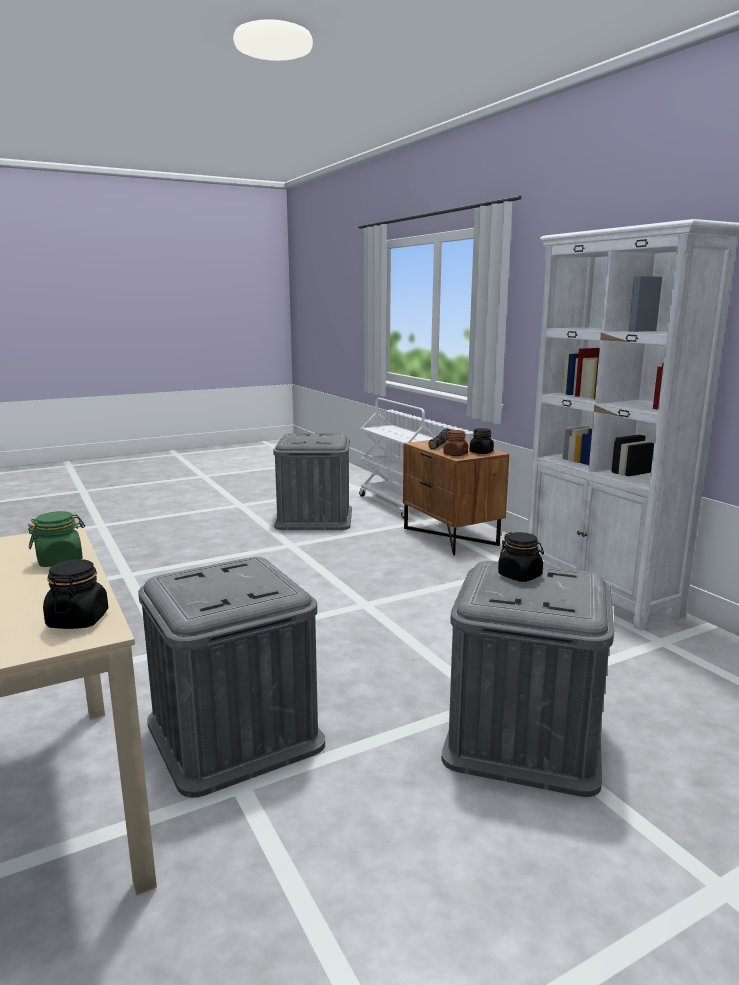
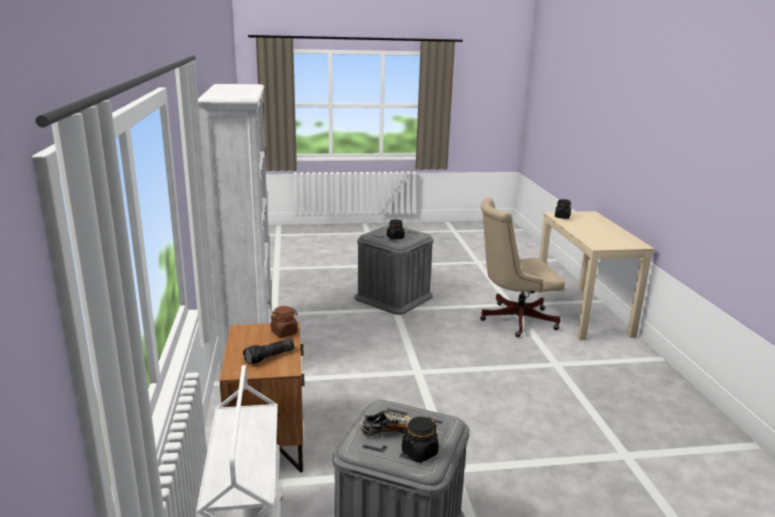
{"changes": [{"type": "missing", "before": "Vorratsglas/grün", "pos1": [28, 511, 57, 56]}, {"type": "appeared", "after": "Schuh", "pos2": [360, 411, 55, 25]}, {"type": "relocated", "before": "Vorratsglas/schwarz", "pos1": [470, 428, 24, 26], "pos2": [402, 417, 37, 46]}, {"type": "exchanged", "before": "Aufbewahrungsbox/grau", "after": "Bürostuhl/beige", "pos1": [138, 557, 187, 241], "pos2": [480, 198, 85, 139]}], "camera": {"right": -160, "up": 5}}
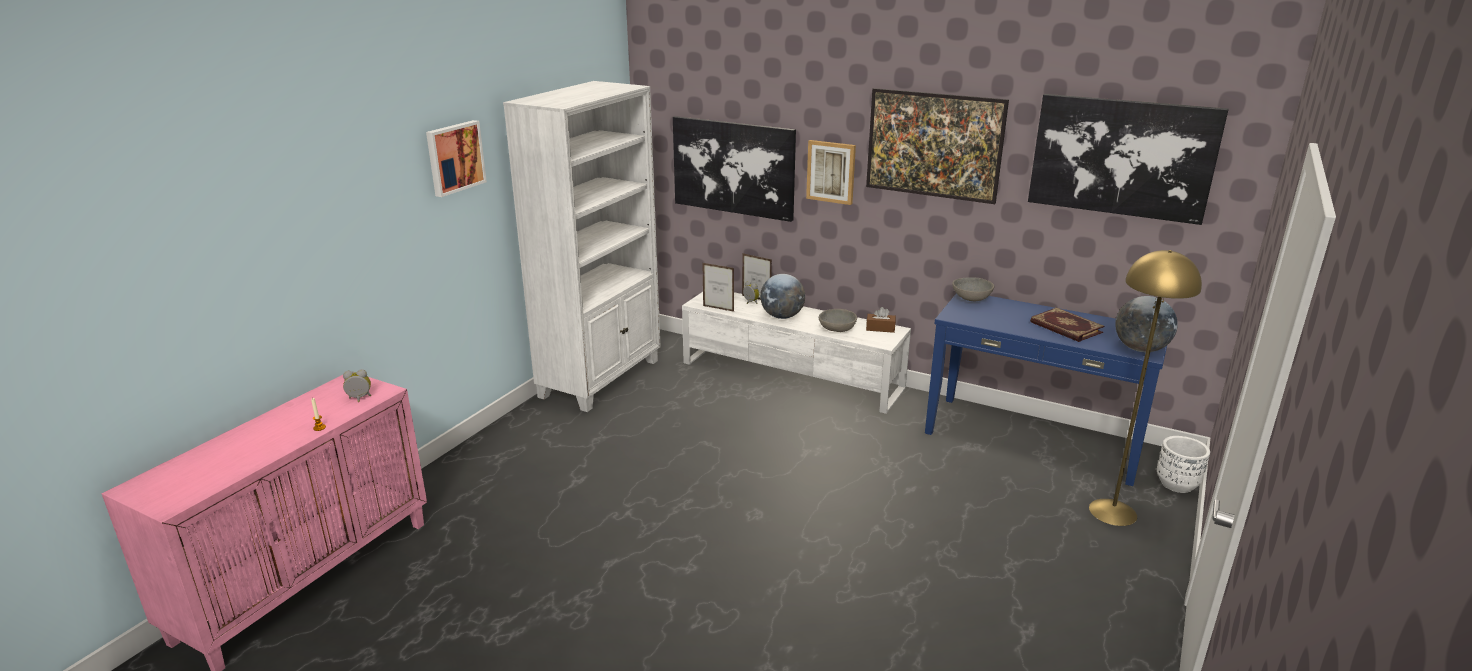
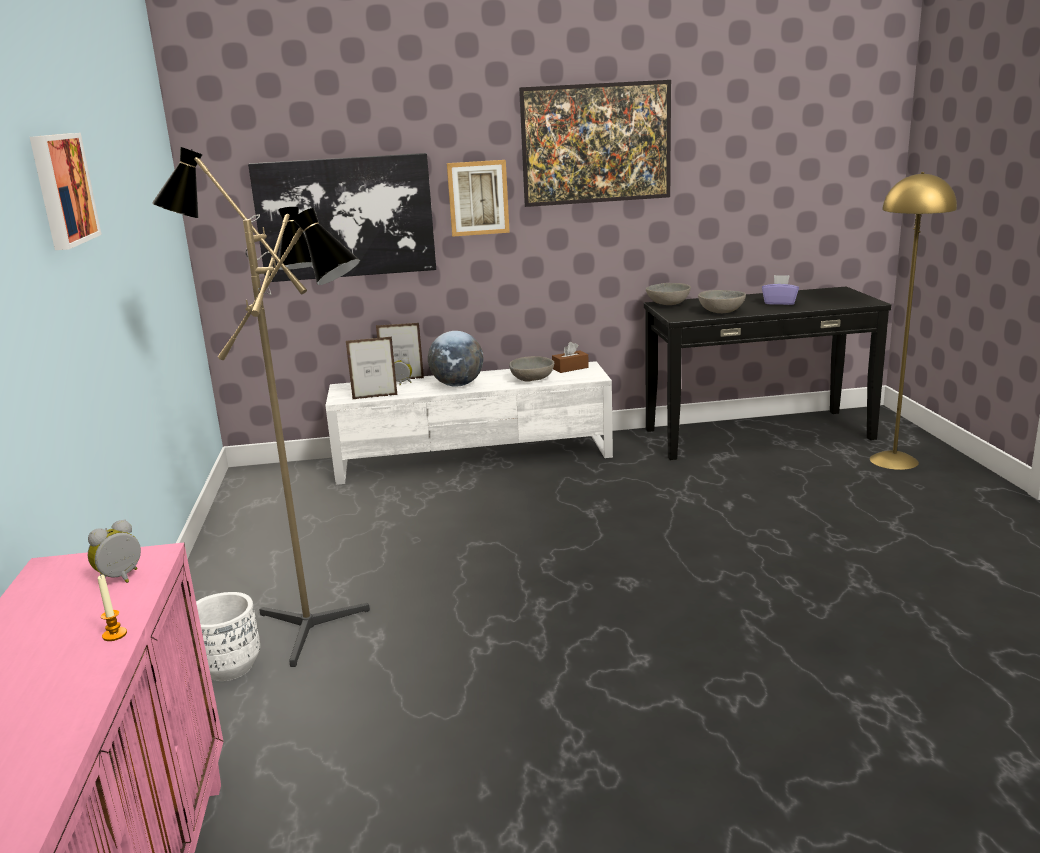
{"changes": [{"type": "missing", "before": "Bücherregal/weiß", "pos1": [503, 81, 158, 331]}, {"type": "missing", "before": "Bild", "pos1": [1028, 94, 200, 131]}, {"type": "missing", "before": "Globus", "pos1": [1115, 296, 63, 56]}, {"type": "appeared", "after": "Stehlampe", "pos2": [152, 147, 218, 520]}, {"type": "appeared", "after": "Schüssel/grau", "pos2": [698, 290, 48, 23]}, {"type": "relocated", "before": "Pflanzkübel/weiß", "pos1": [1157, 436, 53, 57], "pos2": [196, 592, 64, 89]}, {"type": "exchanged", "before": "Buch", "after": "Taschentuchbox/lila", "pos1": [1030, 307, 74, 35], "pos2": [762, 275, 37, 30]}, {"type": "colour", "before": "Konsolentisch/blau", "after": "Konsolentisch/schwarz", "pos1": [925, 293, 242, 193], "pos2": [644, 287, 247, 173]}], "camera": {"right": -35, "up": -5}}
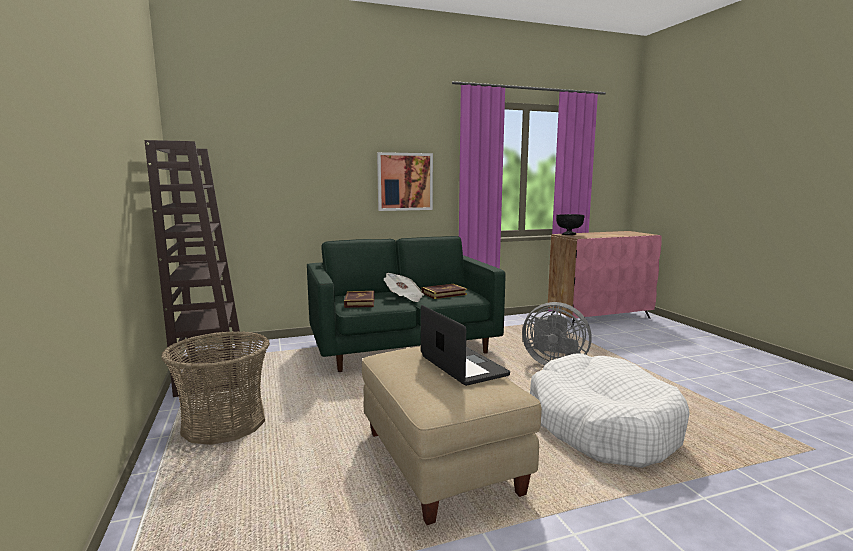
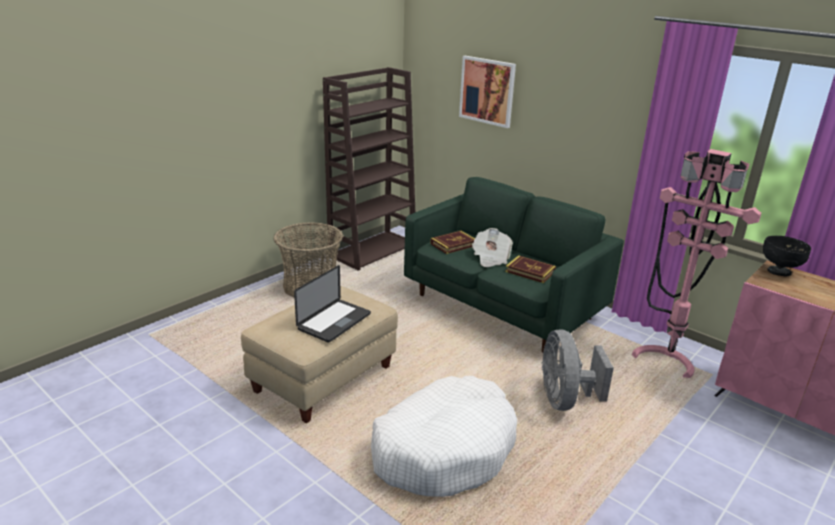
{"changes": [{"type": "appeared", "after": "Stehlampe/rosa", "pos2": [632, 149, 129, 229]}, {"type": "relocated", "before": "Bild", "pos1": [377, 152, 56, 59], "pos2": [459, 56, 57, 72]}], "camera": {"right": 60, "up": 15}}
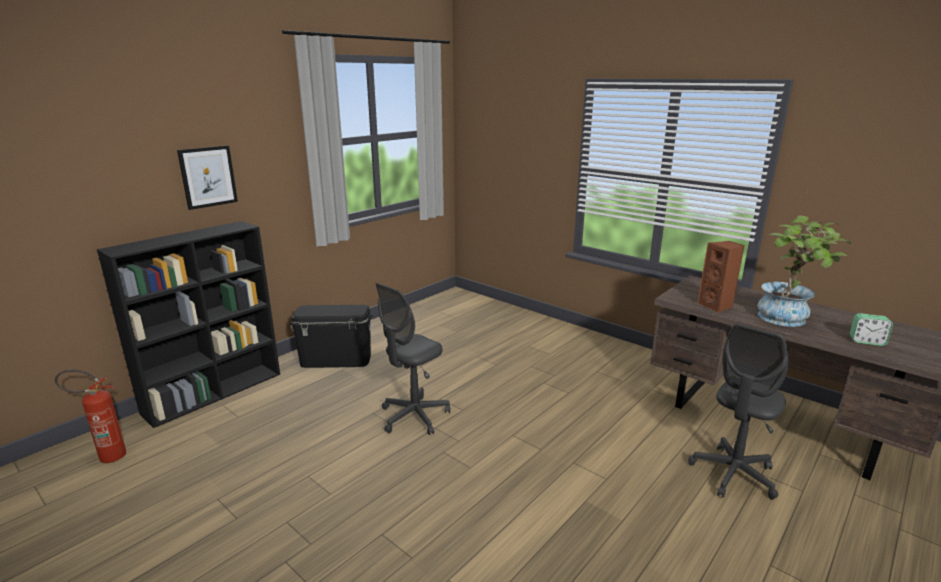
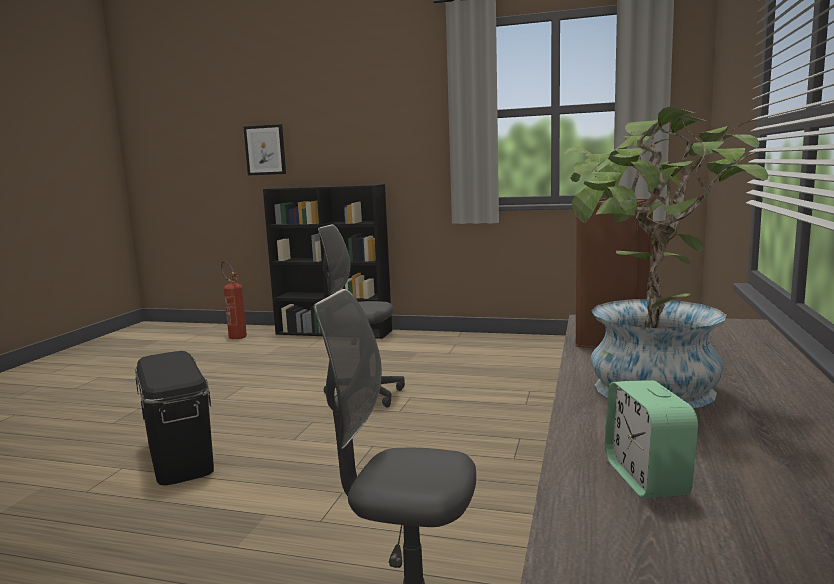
{"changes": [{"type": "relocated", "before": "Bild", "pos1": [177, 145, 61, 65], "pos2": [244, 124, 42, 51]}, {"type": "relocated", "before": "Aufbewahrungsbox/schwarz", "pos1": [290, 305, 83, 63], "pos2": [135, 351, 79, 135]}], "camera": {"right": 65, "up": -10}}
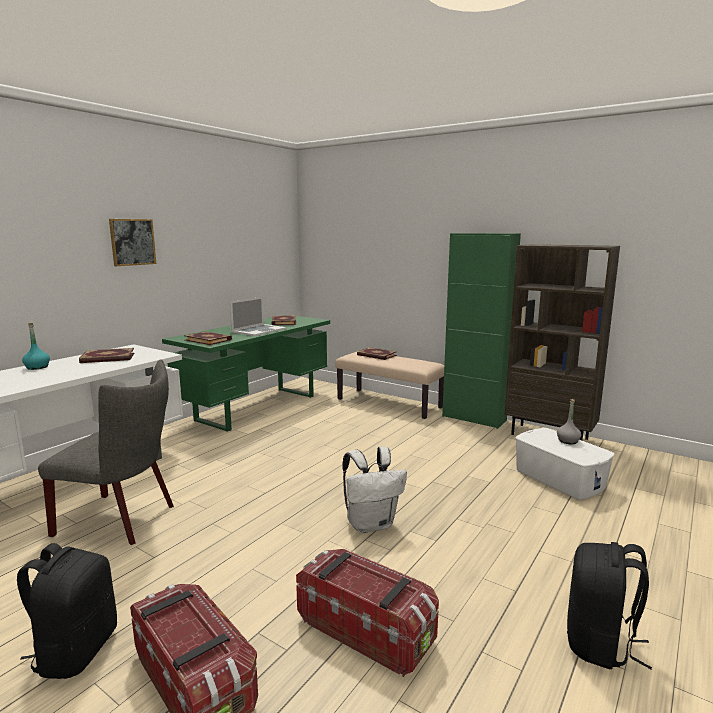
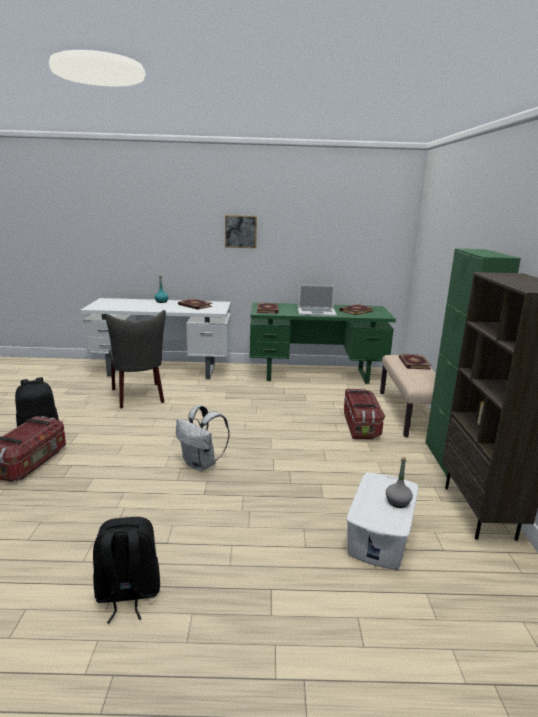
{"changes": [{"type": "relocated", "before": "Aufbewahrungsbox", "pos1": [296, 549, 143, 128], "pos2": [344, 388, 41, 51]}], "camera": {"right": 55, "up": 5}}
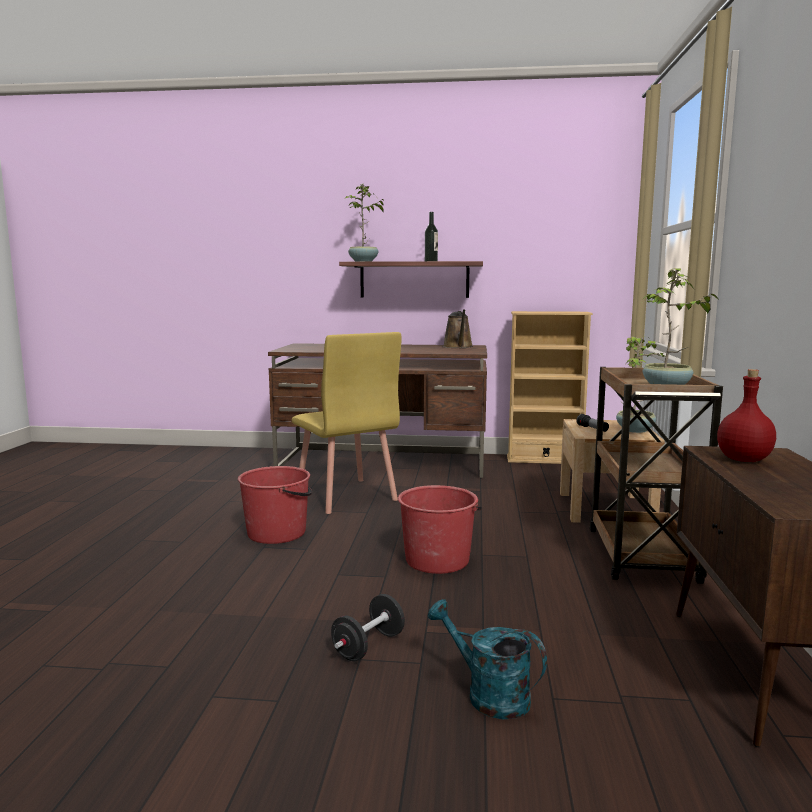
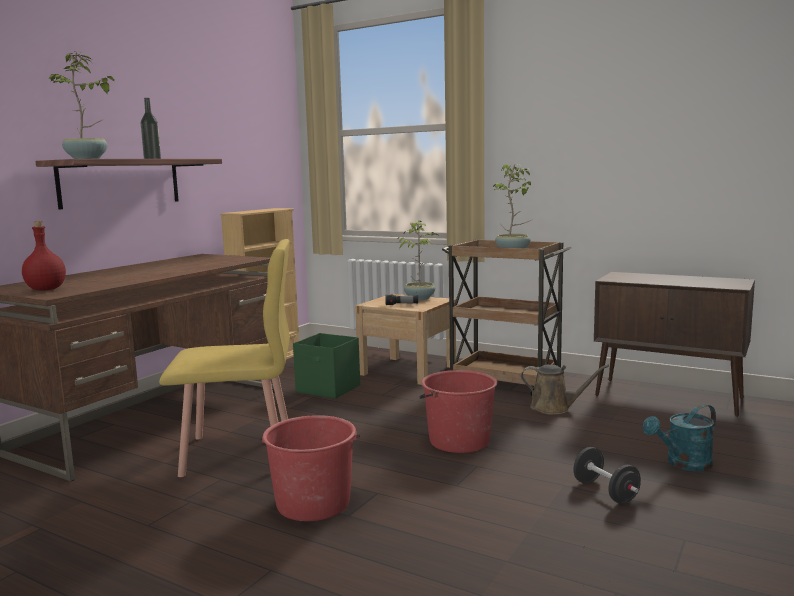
{"changes": [{"type": "appeared", "after": "Aufbewahrungsbox/grün", "pos2": [293, 333, 67, 66]}, {"type": "relocated", "before": "Gießkanne/braun", "pos1": [443, 309, 30, 39], "pos2": [521, 365, 88, 50]}, {"type": "relocated", "before": "Flasche/rot", "pos1": [717, 369, 59, 93], "pos2": [22, 221, 44, 70]}], "camera": {"right": -65, "up": 0}}
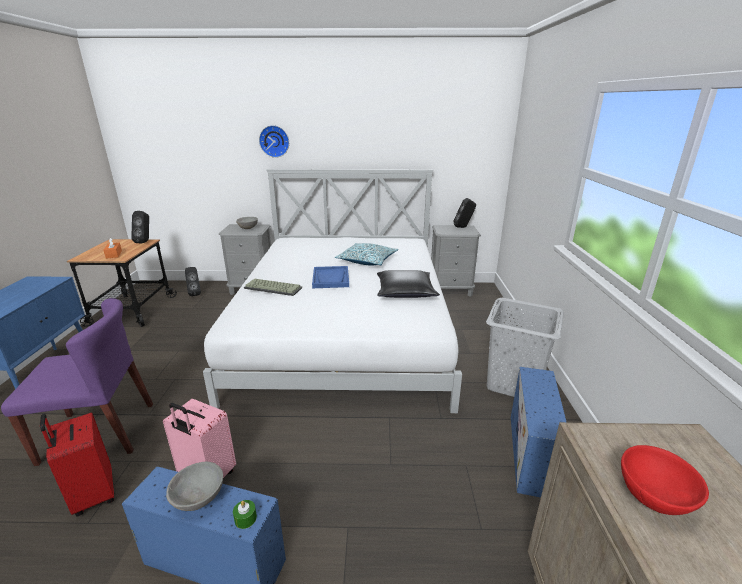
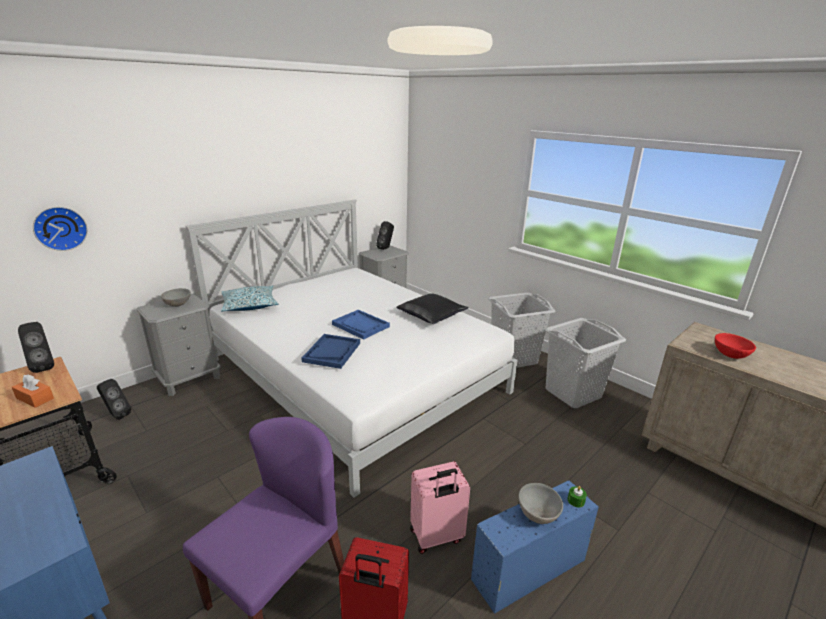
{"changes": [{"type": "relocated", "before": "Wanduhr", "pos1": [259, 125, 30, 33], "pos2": [33, 207, 55, 44]}, {"type": "relocated", "before": "Kissen", "pos1": [335, 243, 64, 22], "pos2": [221, 285, 57, 27]}, {"type": "exchanged", "before": "Tastatur", "after": "Tablett/blau", "pos1": [244, 279, 58, 17], "pos2": [301, 334, 59, 35]}, {"type": "exchanged", "before": "Aufbewahrungsbox/blau", "after": "Wäschekorb/grau", "pos1": [511, 367, 56, 131], "pos2": [545, 318, 81, 90]}], "camera": {"right": -45, "up": 0}}
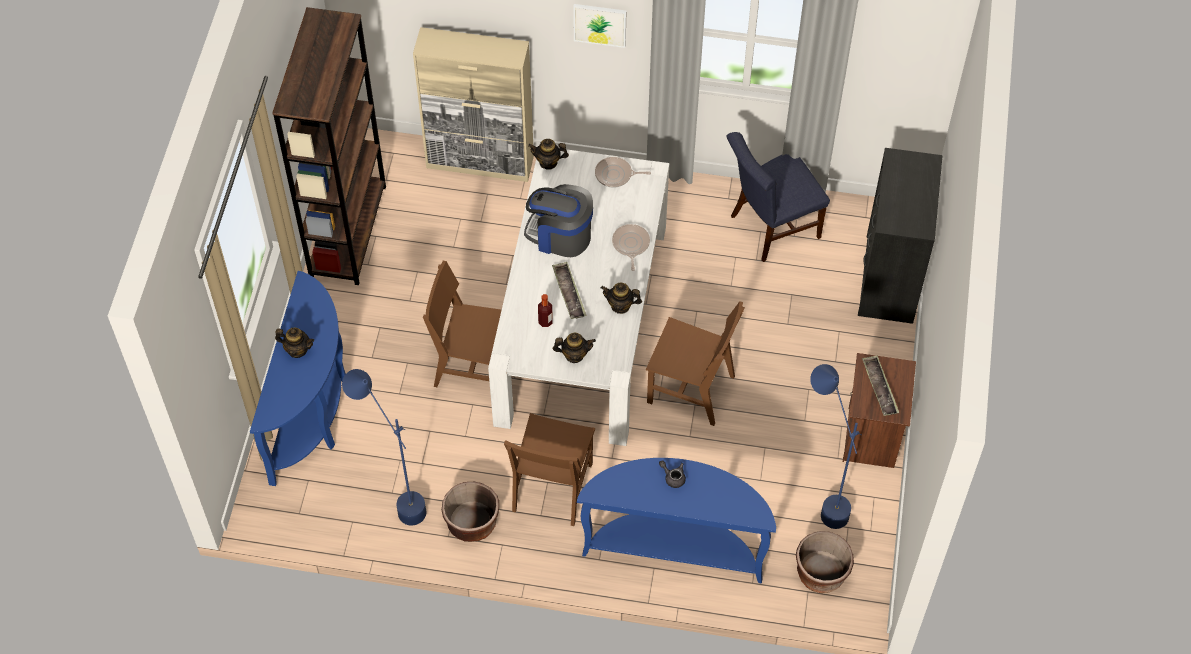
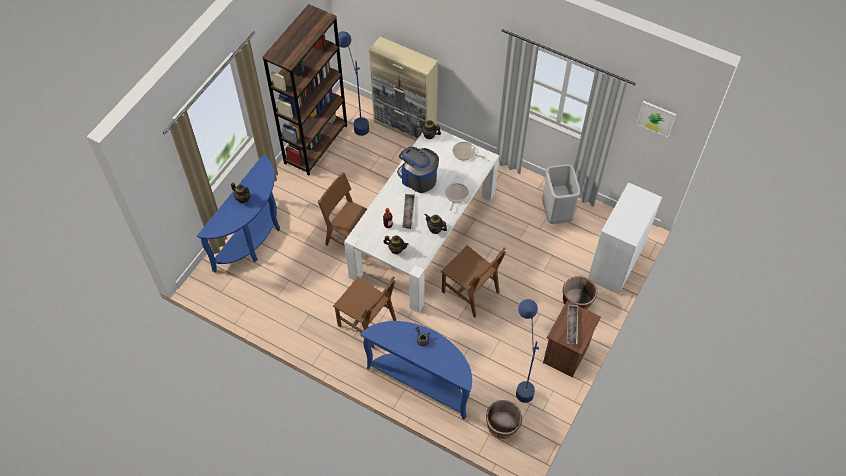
{"changes": [{"type": "relocated", "before": "Stehlampe/blau", "pos1": [342, 369, 84, 157], "pos2": [338, 31, 31, 105]}, {"type": "relocated", "before": "Pflanzkübel/braun", "pos1": [442, 482, 57, 60], "pos2": [563, 276, 34, 34]}, {"type": "relocated", "before": "Bild", "pos1": [573, 4, 54, 44], "pos2": [636, 101, 40, 36]}, {"type": "exchanged", "before": "Stuhl/blau", "after": "Mülleimer/grau", "pos1": [727, 132, 103, 130], "pos2": [542, 164, 38, 60]}, {"type": "colour", "before": "Kommode/schwarz", "after": "Kommode/weiß", "pos1": [858, 148, 85, 176], "pos2": [588, 182, 74, 112]}, {"type": "spun", "before": "Stuhl/braun", "pos1": [504, 413, 91, 113], "pos2": [333, 276, 63, 73], "turn": -90}], "camera": {"right": 20, "up": 0}}
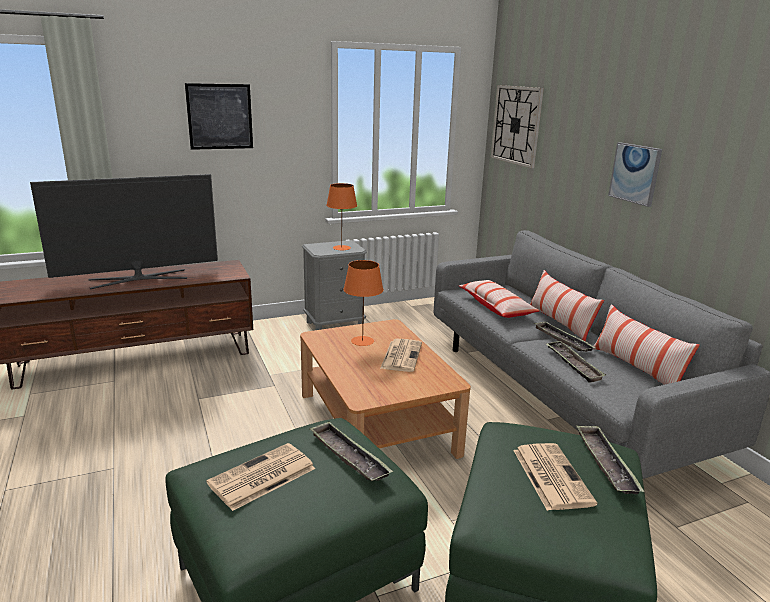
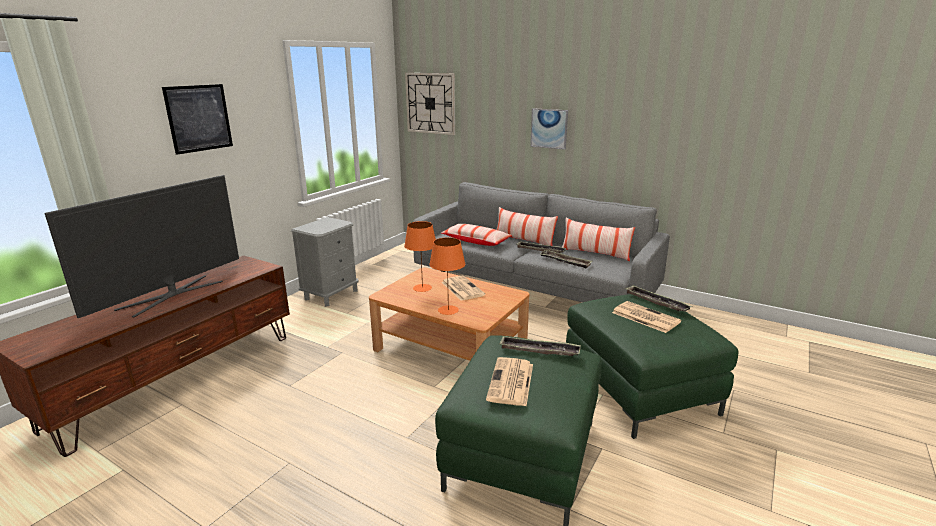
{"changes": [{"type": "relocated", "before": "Tischlampe/orange", "pos1": [326, 183, 31, 68], "pos2": [429, 237, 36, 78]}], "camera": {"right": -35, "up": 0}}
